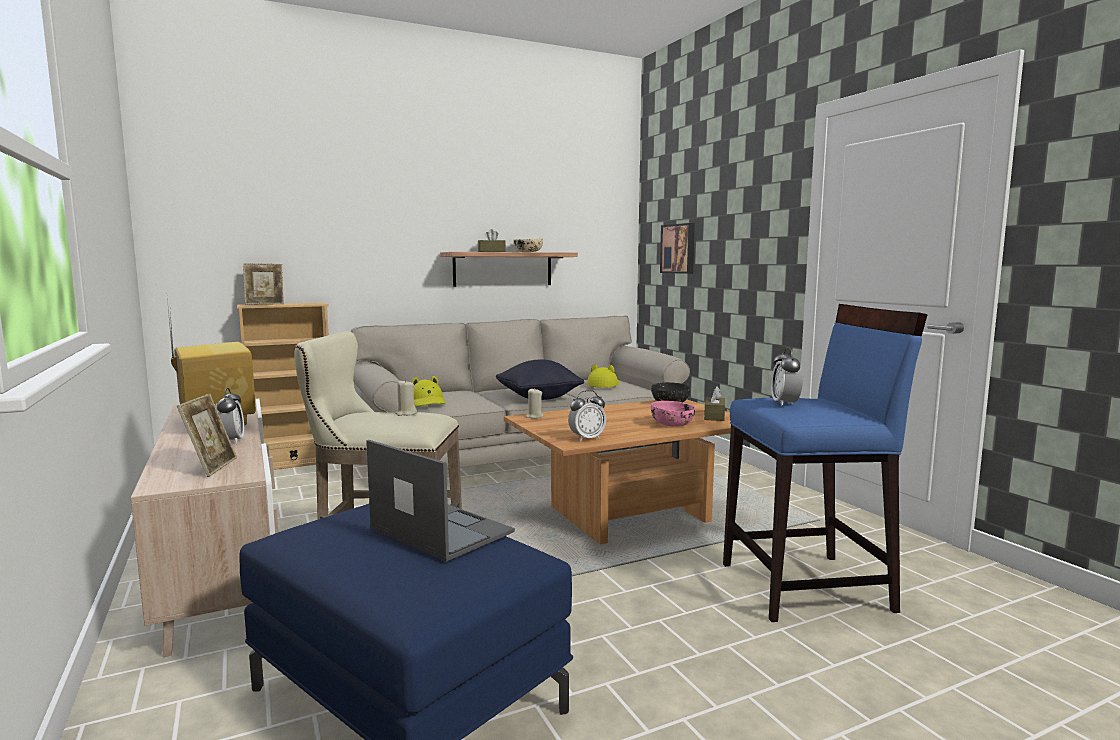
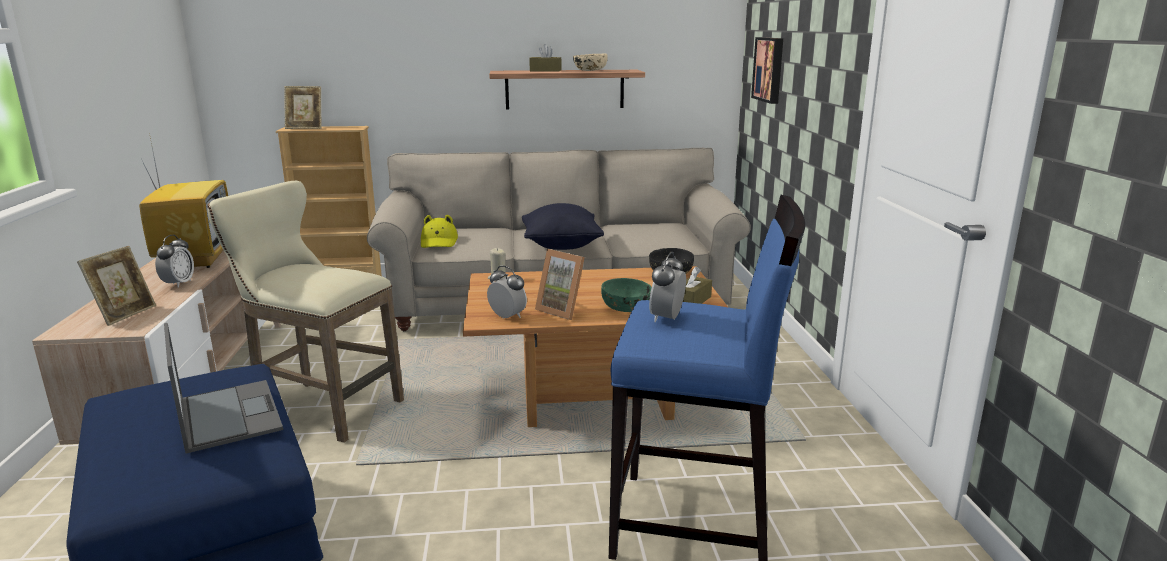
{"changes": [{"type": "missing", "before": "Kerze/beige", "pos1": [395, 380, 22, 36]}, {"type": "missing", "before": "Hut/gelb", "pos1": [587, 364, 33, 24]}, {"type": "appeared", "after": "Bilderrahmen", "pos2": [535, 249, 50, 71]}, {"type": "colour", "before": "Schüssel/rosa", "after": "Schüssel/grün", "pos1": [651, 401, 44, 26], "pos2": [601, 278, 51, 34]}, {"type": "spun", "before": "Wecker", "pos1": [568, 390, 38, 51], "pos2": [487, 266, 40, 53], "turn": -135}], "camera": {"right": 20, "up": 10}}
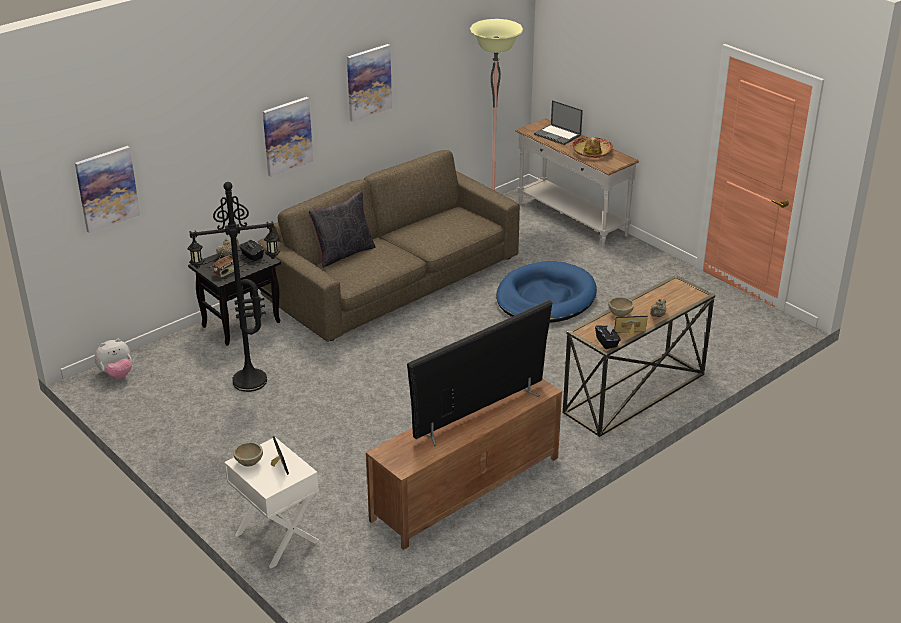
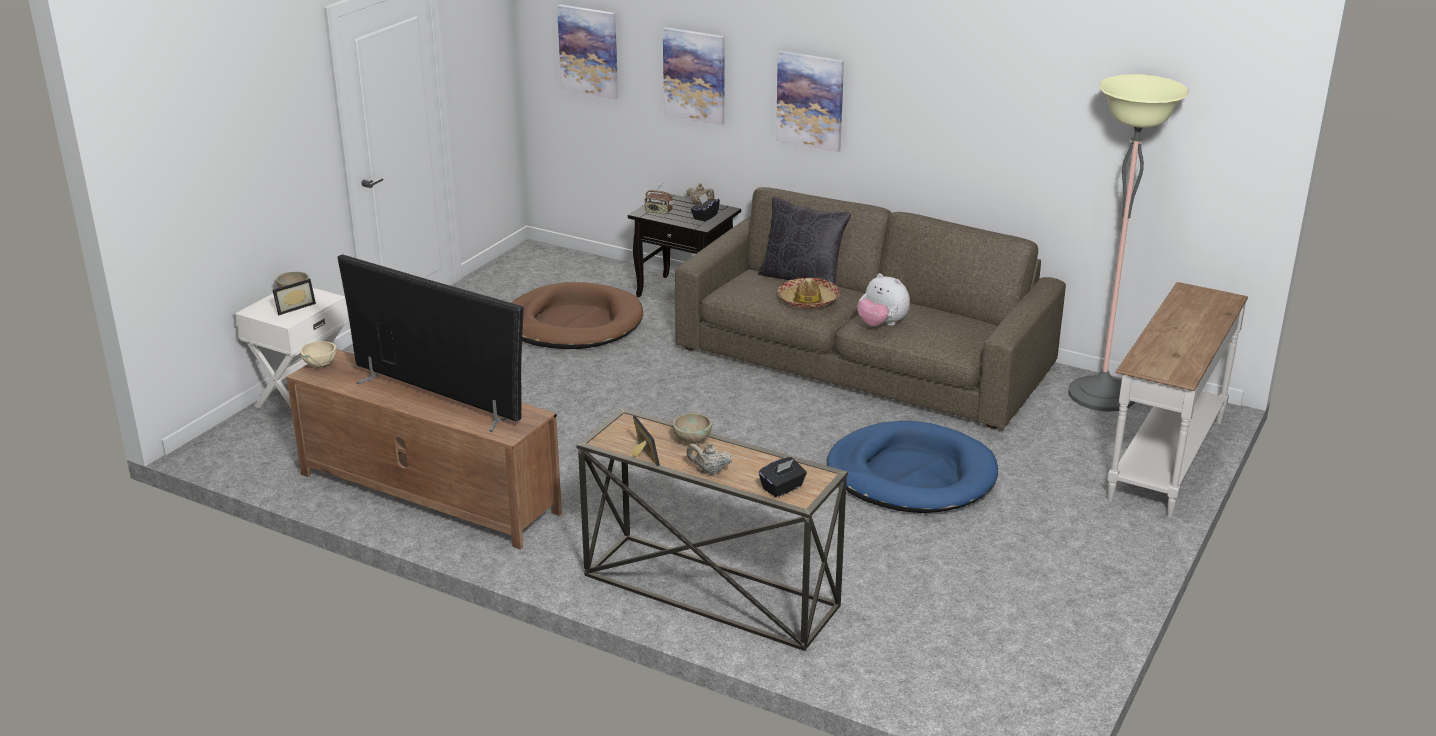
{"changes": [{"type": "missing", "before": "Laptop", "pos1": [534, 100, 49, 45]}, {"type": "appeared", "after": "Schüssel/beige", "pos2": [300, 341, 37, 27]}, {"type": "relocated", "before": "Plüschtier", "pos1": [95, 339, 37, 40], "pos2": [857, 273, 53, 54]}, {"type": "relocated", "before": "Bild", "pos1": [347, 44, 45, 78], "pos2": [663, 27, 62, 98]}, {"type": "relocated", "before": "Hut", "pos1": [572, 137, 41, 21], "pos2": [778, 278, 62, 31]}, {"type": "relocated", "before": "Taschentuchbox/schwarz", "pos1": [595, 323, 26, 26], "pos2": [759, 457, 48, 40]}, {"type": "exchanged", "before": "Stehlampe/schwarz", "after": "Hundebett/braun", "pos1": [187, 182, 93, 210], "pos2": [511, 282, 132, 67]}], "camera": {"right": 70, "up": -5}}
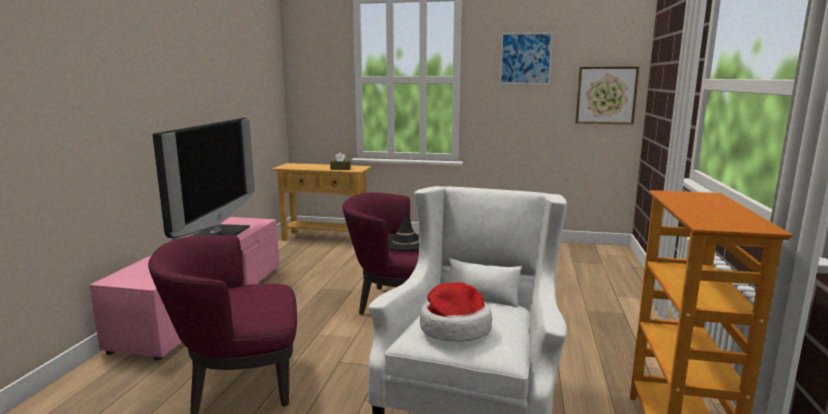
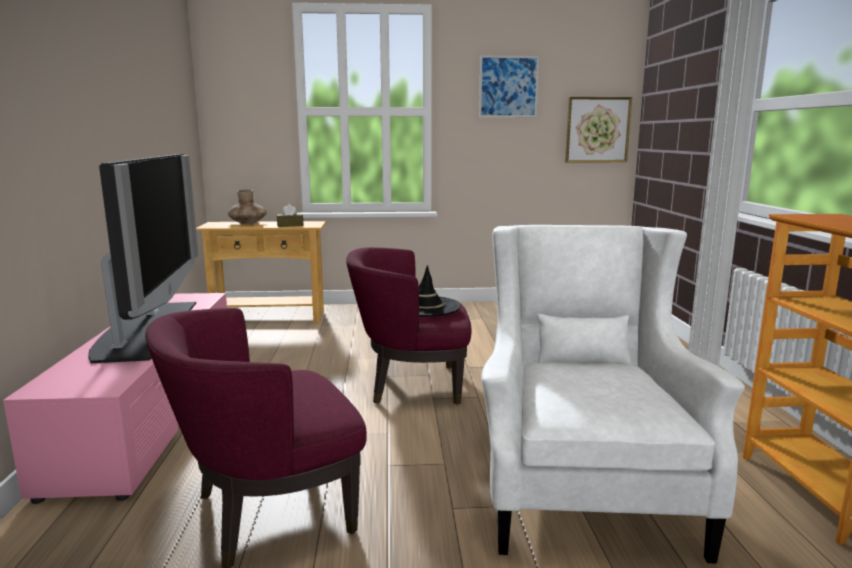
{"changes": [{"type": "missing", "before": "Hut", "pos1": [420, 282, 72, 60]}, {"type": "appeared", "after": "Vase/braun", "pos2": [228, 189, 39, 35]}], "camera": {"right": -15, "up": 0}}
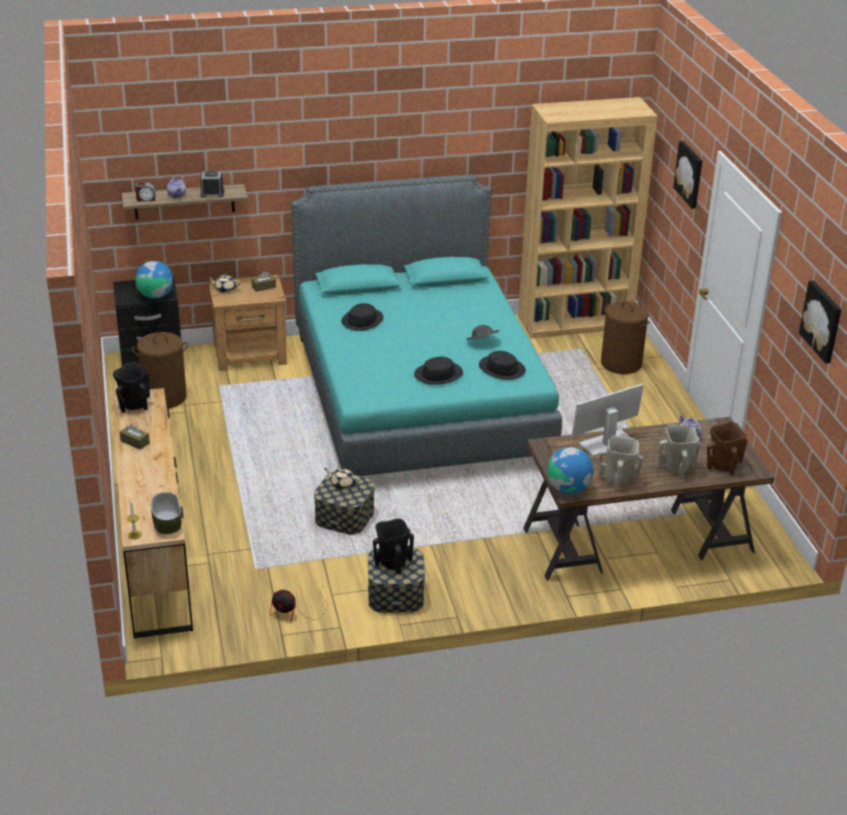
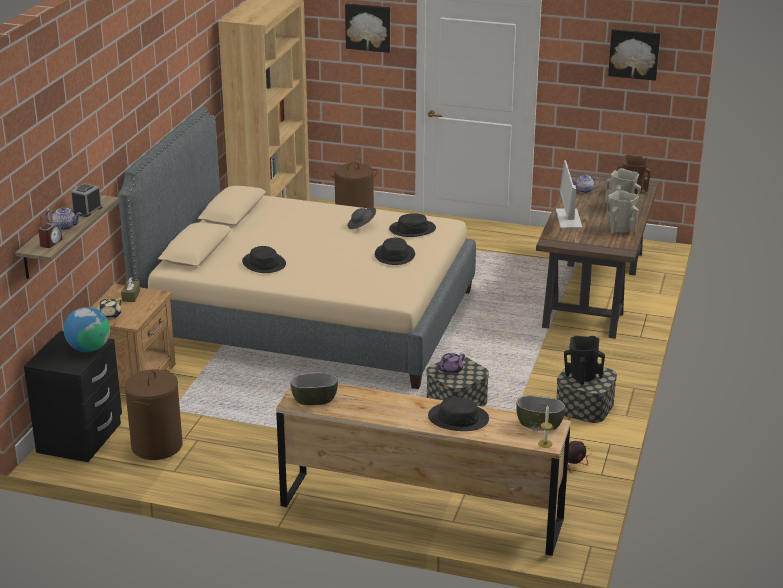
{"changes": [{"type": "missing", "before": "Taschentuchbox/braun", "pos1": [120, 424, 30, 26]}, {"type": "missing", "before": "Globus", "pos1": [547, 447, 46, 47]}, {"type": "appeared", "after": "Hut/schwarz", "pos2": [428, 397, 61, 34]}, {"type": "exchanged", "before": "Vase/schwarz", "after": "Schüssel", "pos1": [113, 362, 37, 51], "pos2": [290, 373, 48, 32]}, {"type": "colour", "before": "Bett/türkis", "after": "Bett/beige", "pos1": [291, 175, 271, 301], "pos2": [118, 107, 358, 282]}, {"type": "colour", "before": "Teekanne/beige", "after": "Teekanne/lila", "pos1": [324, 468, 36, 22], "pos2": [436, 353, 29, 22]}], "camera": {"right": -60, "up": -5}}
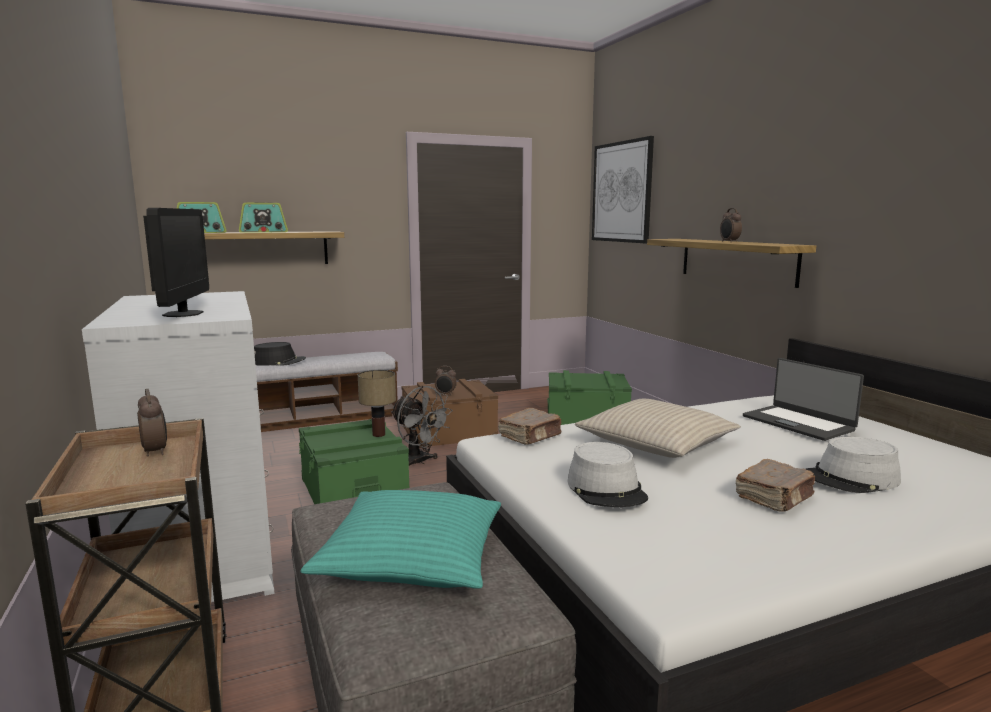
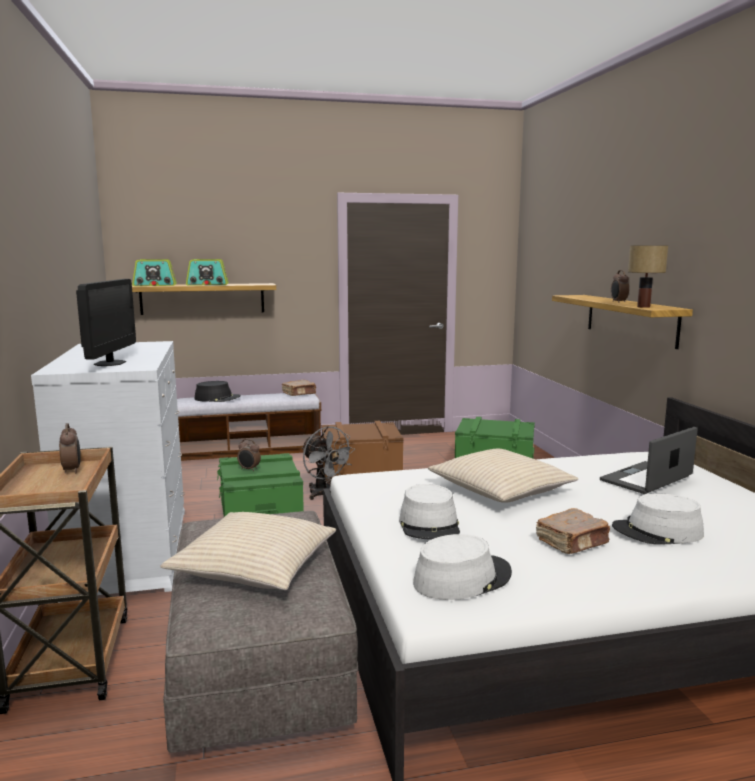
{"changes": [{"type": "missing", "before": "Bild", "pos1": [592, 136, 62, 107]}, {"type": "appeared", "after": "Hut/grau", "pos2": [413, 534, 99, 66]}, {"type": "relocated", "before": "Tischlampe", "pos1": [358, 370, 38, 67], "pos2": [628, 245, 40, 63]}, {"type": "relocated", "before": "Wecker", "pos1": [435, 366, 22, 29], "pos2": [237, 439, 24, 32]}, {"type": "relocated", "before": "Buch/braun", "pos1": [498, 408, 64, 36], "pos2": [282, 380, 34, 16]}, {"type": "colour", "before": "Kissen/türkis", "after": "Kissen/beige", "pos1": [301, 490, 200, 99], "pos2": [160, 512, 176, 78]}, {"type": "spun", "before": "Laptop", "pos1": [743, 358, 121, 83], "pos2": [600, 427, 98, 67], "turn": 75}], "camera": {"right": 10, "up": 0}}
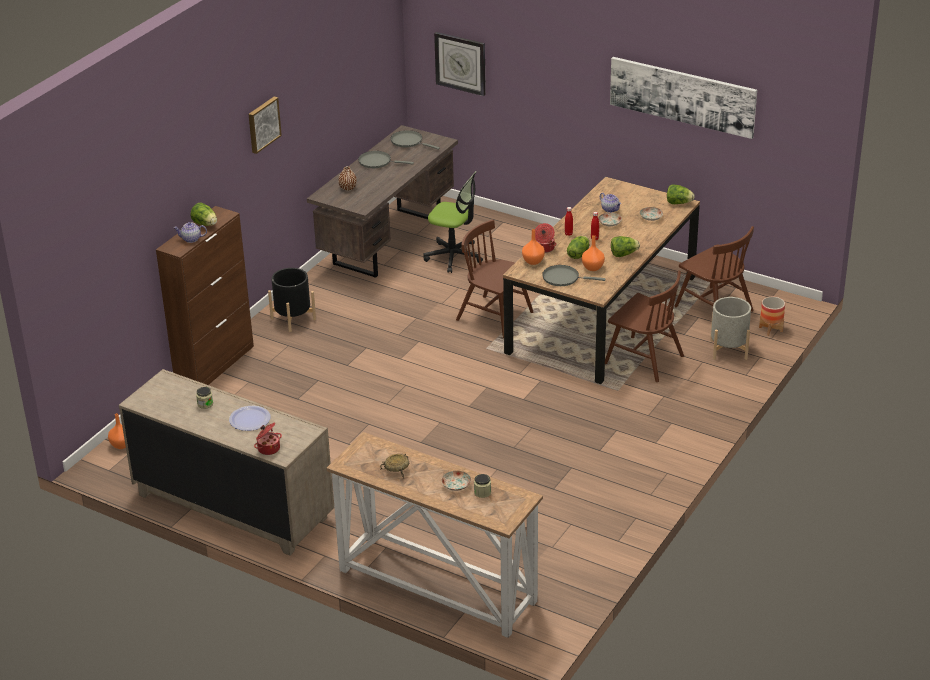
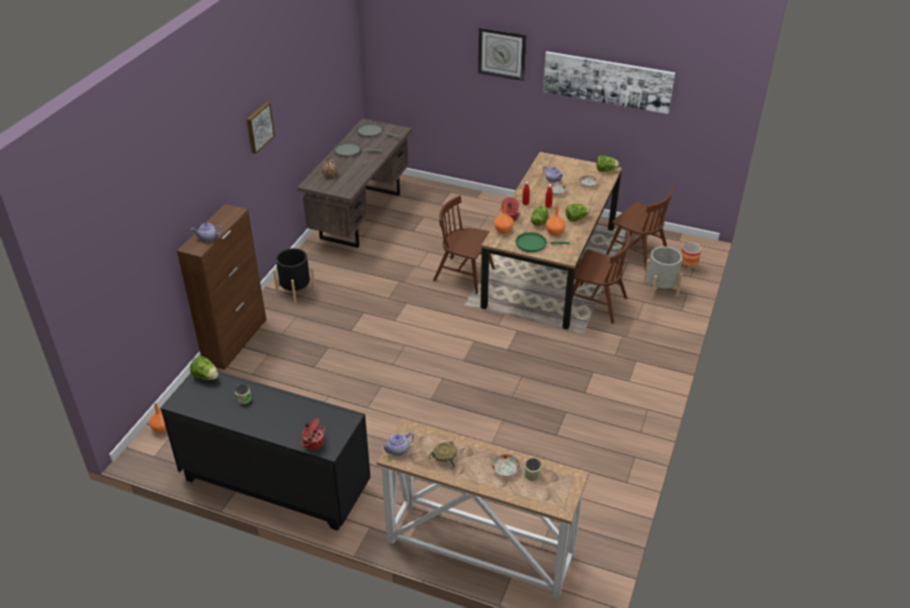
{"changes": [{"type": "missing", "before": "Teller", "pos1": [229, 406, 42, 25]}, {"type": "missing", "before": "Bürostuhl", "pos1": [423, 171, 60, 102]}, {"type": "appeared", "after": "Teekanne", "pos2": [381, 433, 33, 23]}, {"type": "relocated", "before": "Salatkopf", "pos1": [191, 203, 26, 23], "pos2": [190, 356, 28, 24]}, {"type": "relocated", "before": "Wanduhr", "pos1": [434, 32, 52, 64], "pos2": [478, 27, 49, 54]}, {"type": "colour", "before": "Kommode/beige", "after": "Kommode/schwarz", "pos1": [119, 369, 215, 187], "pos2": [160, 371, 211, 160]}, {"type": "colour", "before": "Pfanne/grau", "after": "Pfanne/grün", "pos1": [542, 265, 63, 21], "pos2": [516, 232, 54, 20]}], "camera": {"right": -10, "up": 5}}
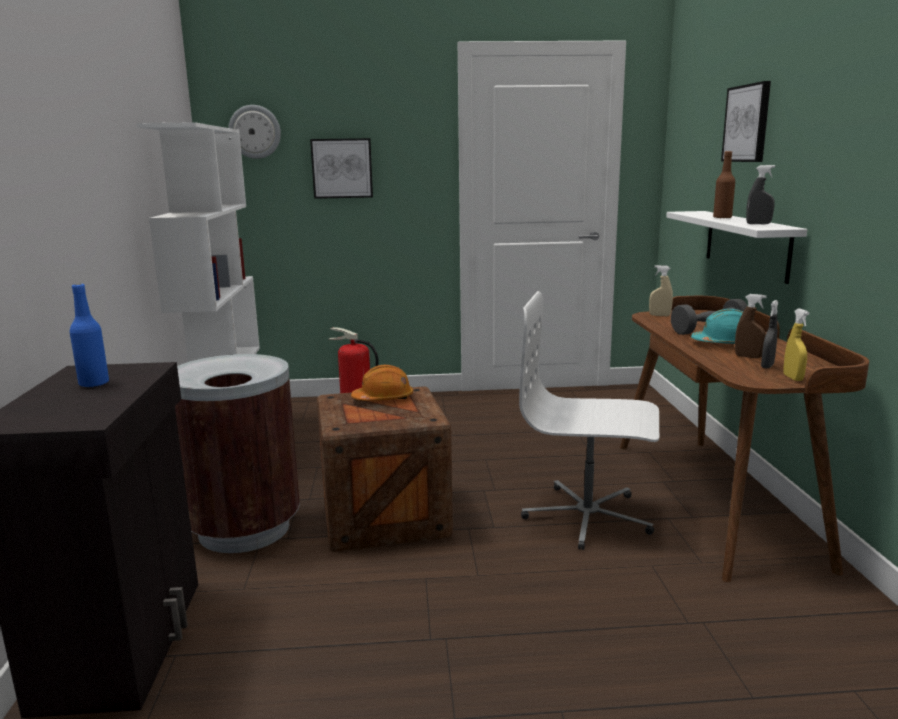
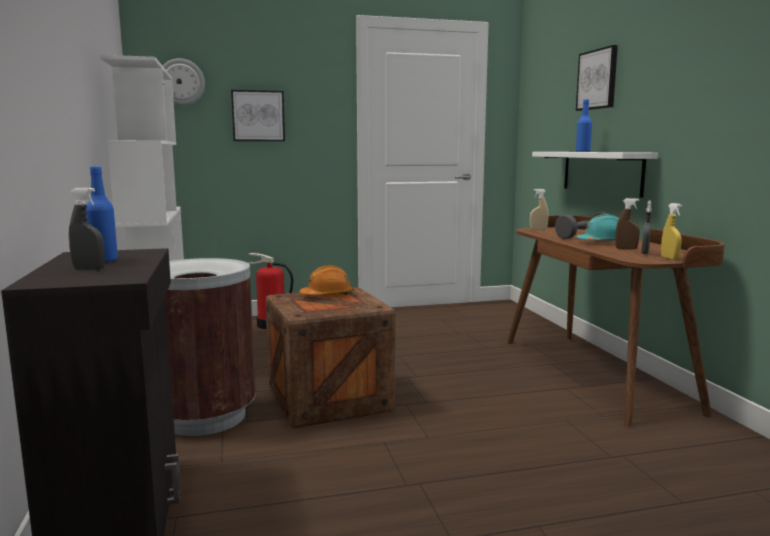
{"changes": [{"type": "missing", "before": "Bürostuhl/weiß", "pos1": [519, 291, 140, 259]}, {"type": "relocated", "before": "Sprühflasche/grau", "pos1": [746, 165, 29, 59], "pos2": [69, 188, 36, 82]}, {"type": "colour", "before": "Flasche/braun", "after": "Flasche/blau", "pos1": [713, 151, 22, 68], "pos2": [576, 99, 16, 53]}], "camera": {"right": -10, "up": -5}}
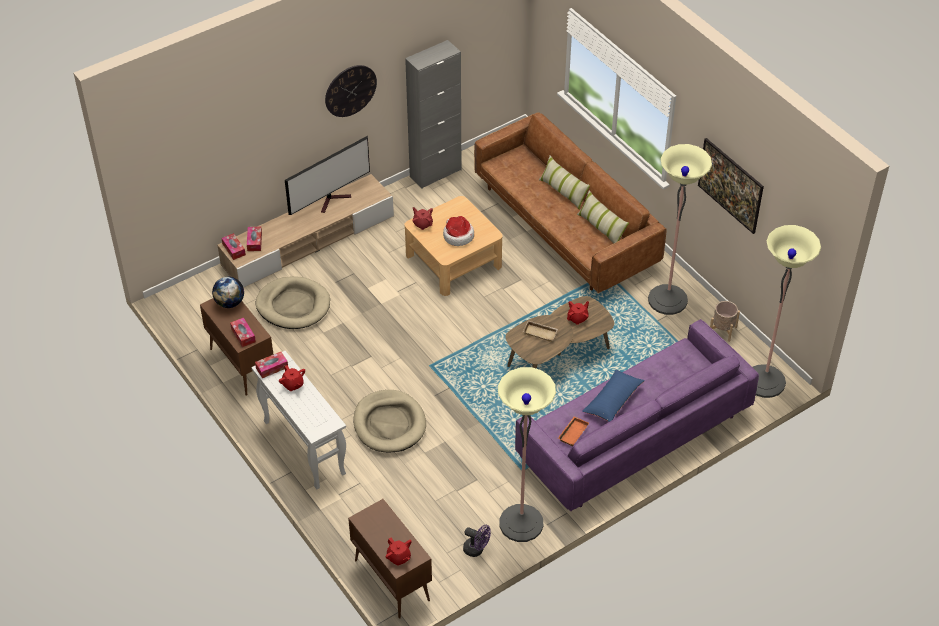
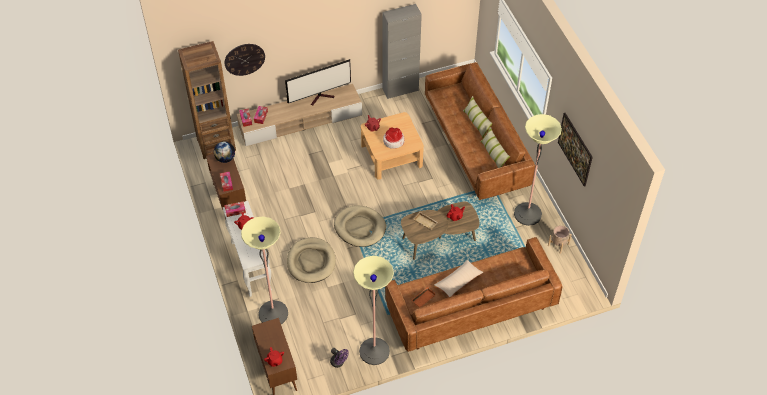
{"changes": [{"type": "appeared", "after": "Bücherregal/braun", "pos2": [178, 41, 58, 118]}, {"type": "relocated", "before": "Hundebett/beige", "pos1": [255, 276, 75, 53], "pos2": [334, 205, 52, 42]}, {"type": "relocated", "before": "Wanduhr", "pos1": [325, 65, 52, 52], "pos2": [224, 44, 41, 32]}, {"type": "relocated", "before": "Stehlampe", "pos1": [753, 225, 68, 173], "pos2": [241, 216, 47, 108]}, {"type": "colour", "before": "Sofa/lila", "after": "Sofa/braun", "pos1": [515, 319, 244, 193], "pos2": [385, 237, 178, 115]}, {"type": "colour", "before": "Kissen/blau", "after": "Kissen/beige", "pos1": [582, 370, 63, 52], "pos2": [434, 260, 49, 37]}], "camera": {"right": 15, "up": 5}}
